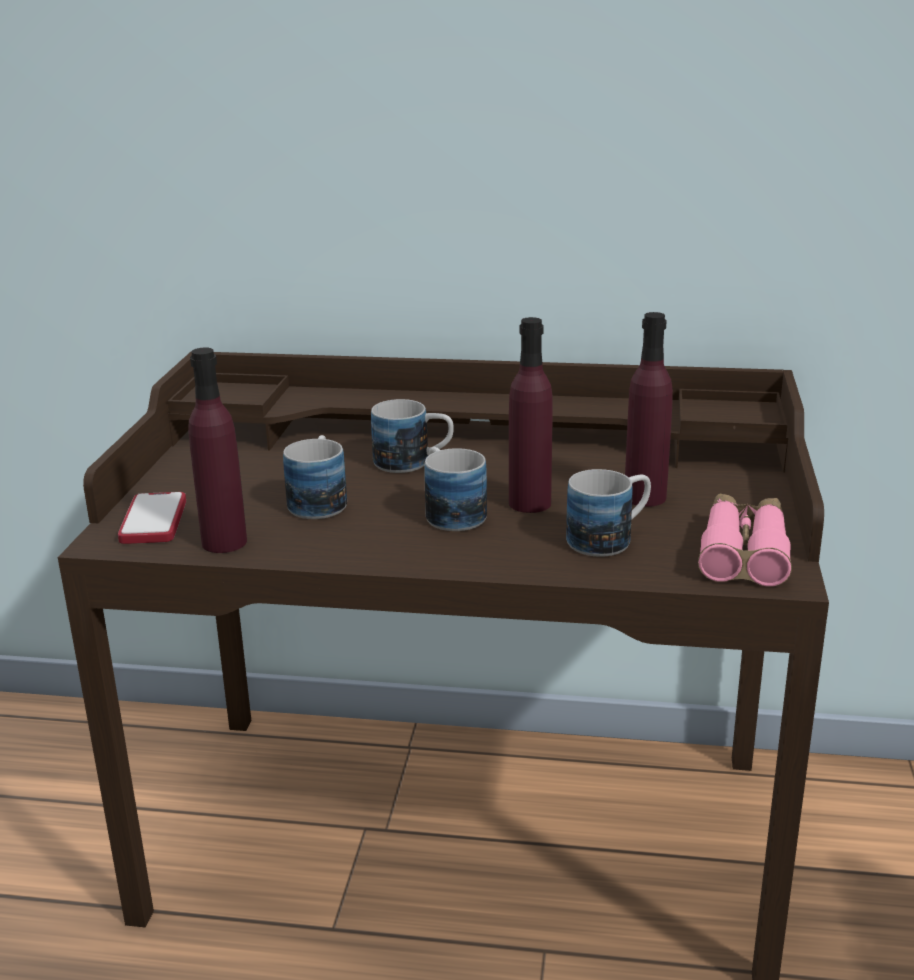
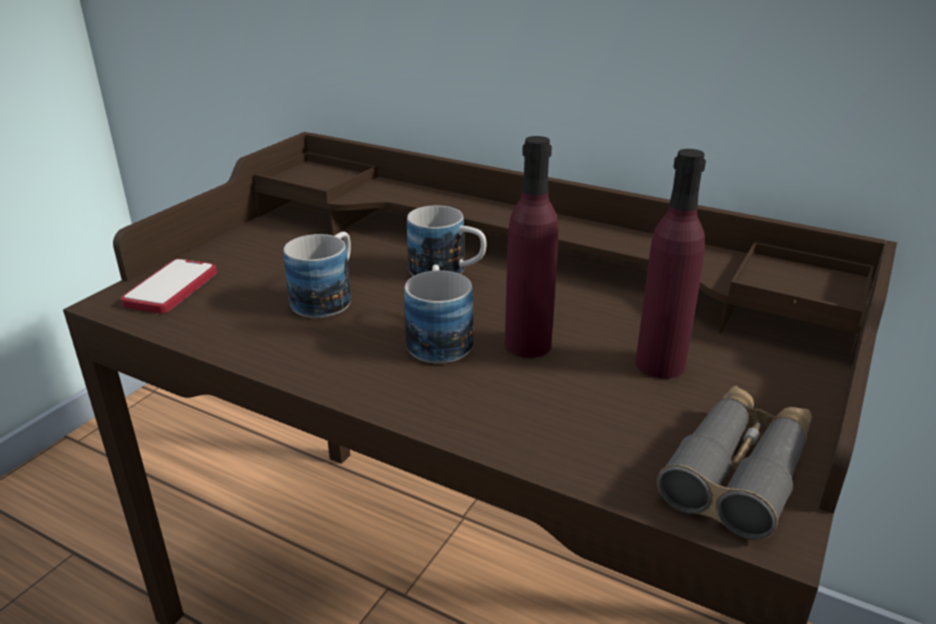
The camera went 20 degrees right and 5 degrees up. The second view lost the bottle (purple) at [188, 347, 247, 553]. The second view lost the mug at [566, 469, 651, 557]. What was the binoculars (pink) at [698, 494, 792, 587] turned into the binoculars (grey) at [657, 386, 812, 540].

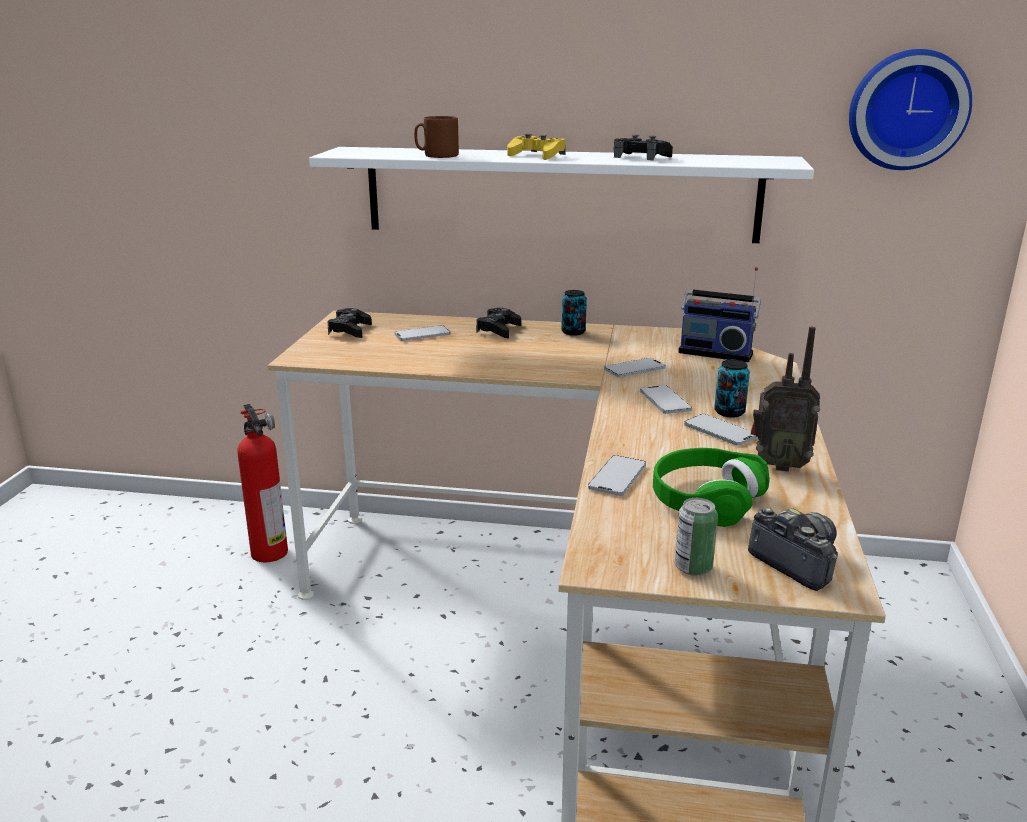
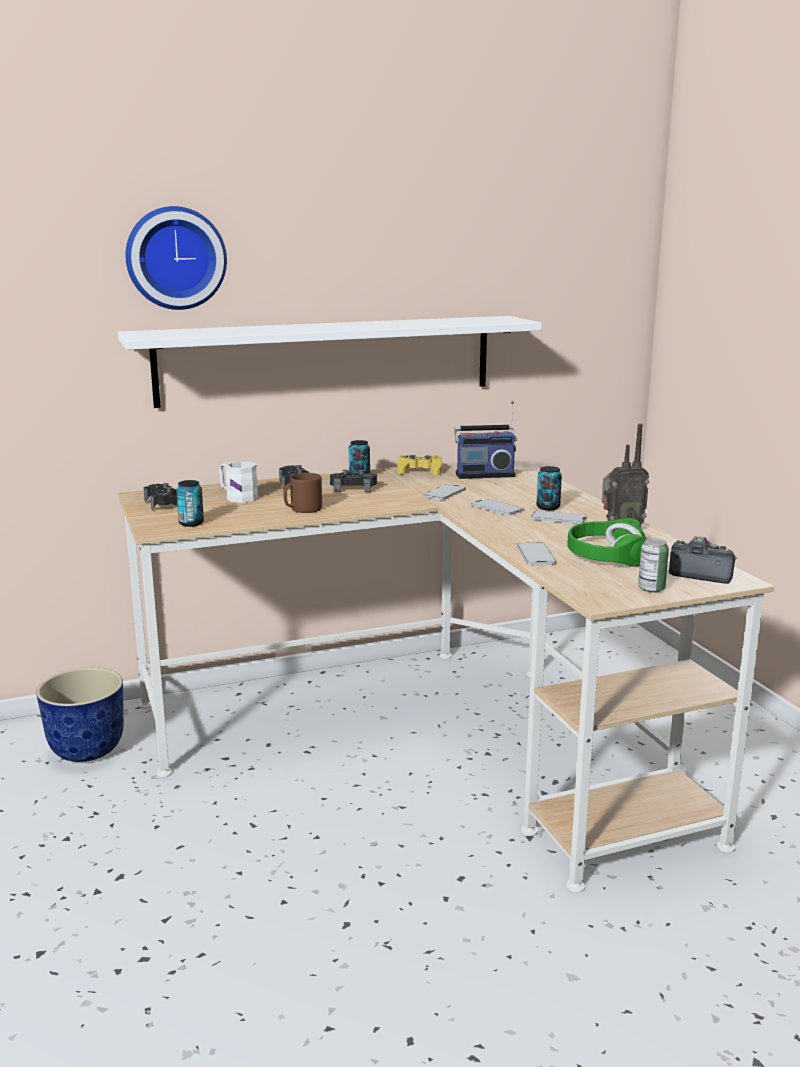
The camera went 30 degrees left and 5 degrees down. The second view gained the can at [176, 480, 204, 527]. The mug (brown) ended up elsewhere, having gone from [414, 116, 459, 158] to [283, 473, 322, 513]. The game controller (yellow) ended up elsewhere, having gone from [507, 134, 566, 160] to [397, 455, 442, 476]. The game controller (black) ended up elsewhere, having gone from [614, 134, 673, 161] to [330, 470, 377, 492]. The wall clock ended up elsewhere, having gone from [849, 49, 972, 170] to [125, 206, 227, 310]. Where the fire extinguisher stood at [237, 404, 288, 562], the planter came to stand at [36, 667, 124, 762]. Where the phone stood at [395, 325, 451, 341], the mug (white) came to stand at [219, 461, 258, 503].

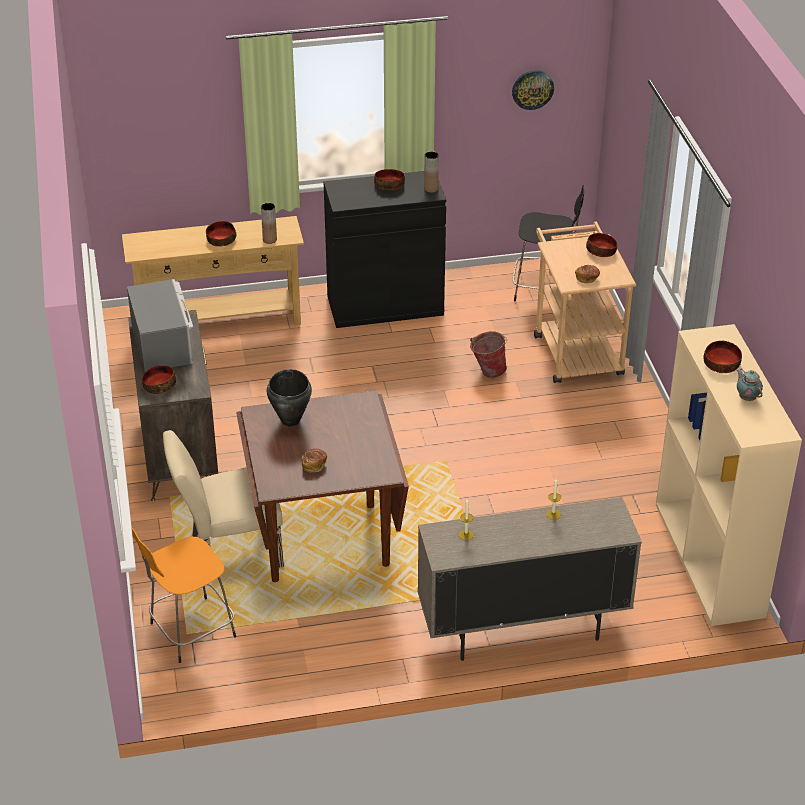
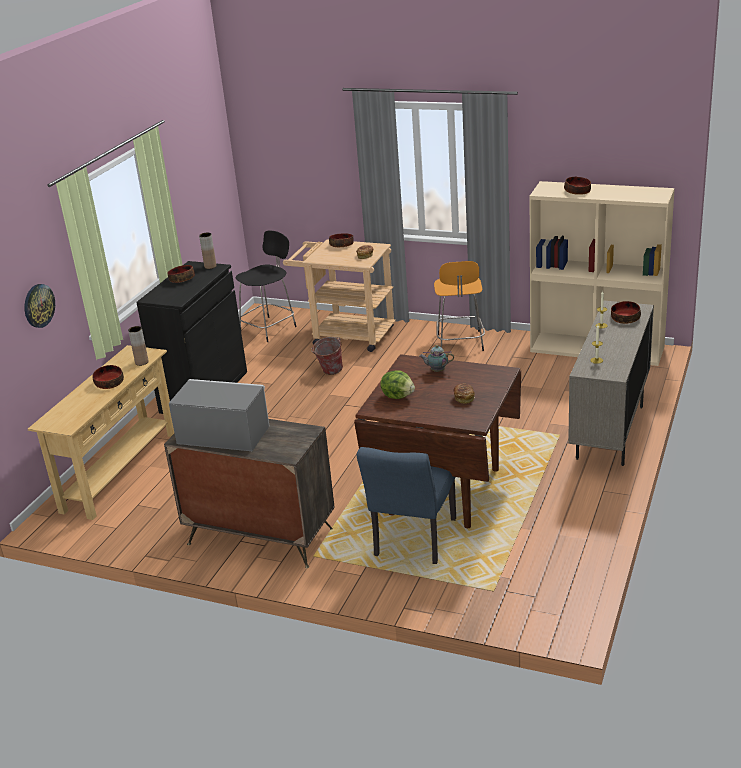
The camera went 55 degrees left and 10 degrees down. The stool (orange) ended up elsewhere, having gone from [131, 528, 236, 663] to [434, 261, 485, 351]. The bowl ended up elsewhere, having gone from [142, 365, 176, 394] to [611, 301, 641, 324]. The wall clock ended up elsewhere, having gone from [512, 70, 554, 110] to [24, 284, 55, 328]. The teapot ended up elsewhere, having gone from [737, 369, 763, 401] to [419, 345, 454, 372]. Where the cooking pot (black) stood at [267, 369, 312, 427], the lettuce came to stand at [380, 370, 415, 399]. What was the chair (beige) at [163, 430, 284, 567] turned into the chair (blue) at [357, 447, 456, 564].

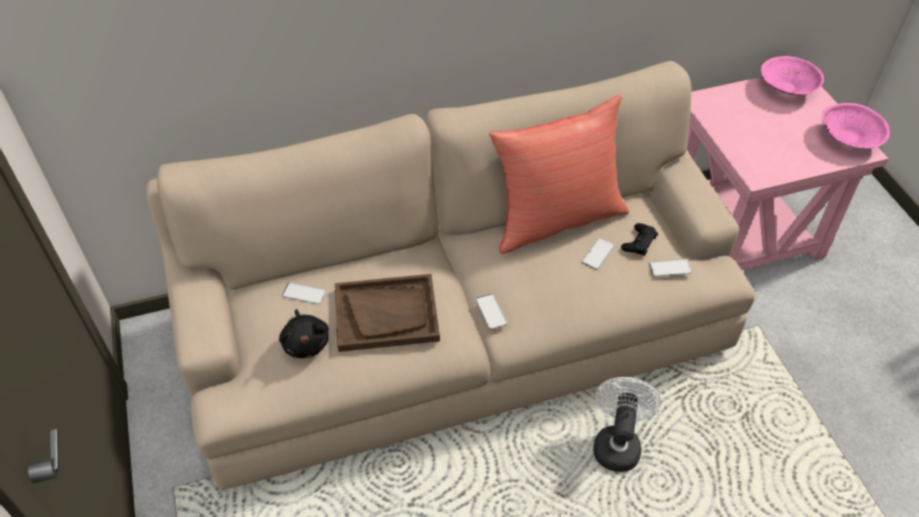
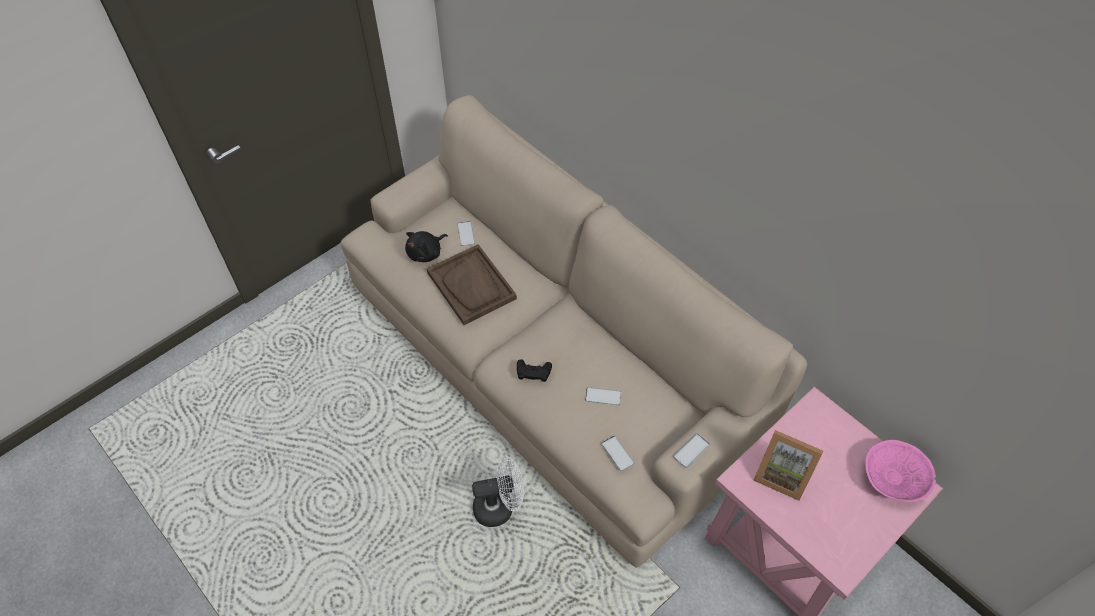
The camera went 65 degrees right and 5 degrees up. The second view lost the pillow (red) at [489, 95, 629, 254]. The second view lost the bowl (pink) at [822, 103, 890, 149]. The second view gained the picture frame at [754, 430, 823, 501]. The phone ended up elsewhere, having gone from [476, 294, 507, 329] to [674, 434, 710, 468]. The game controller (black) ended up elsewhere, having gone from [621, 223, 658, 256] to [517, 359, 552, 382].

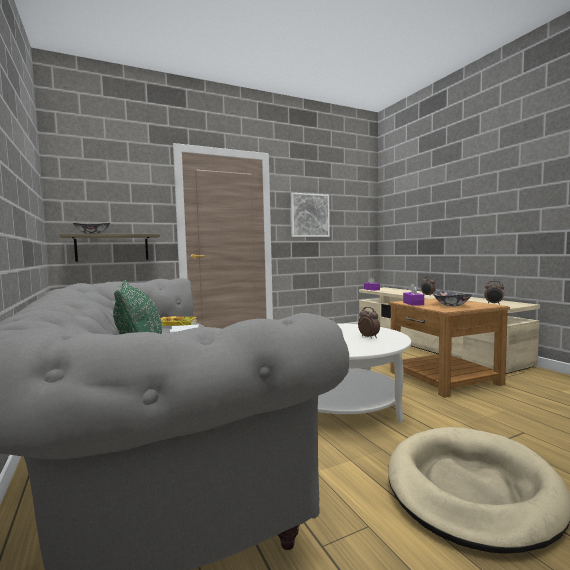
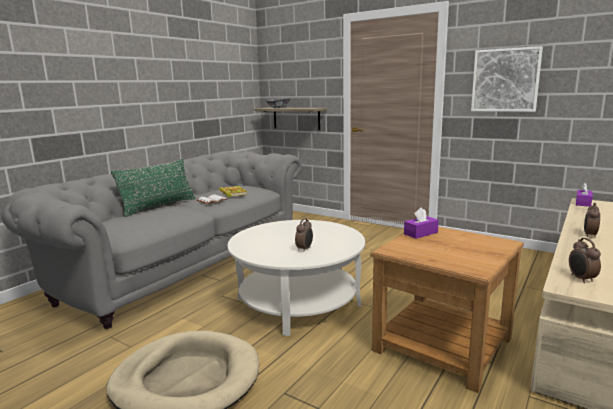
The camera went 60 degrees right and 10 degrees up. The second view lost the bowl at [433, 290, 472, 306].

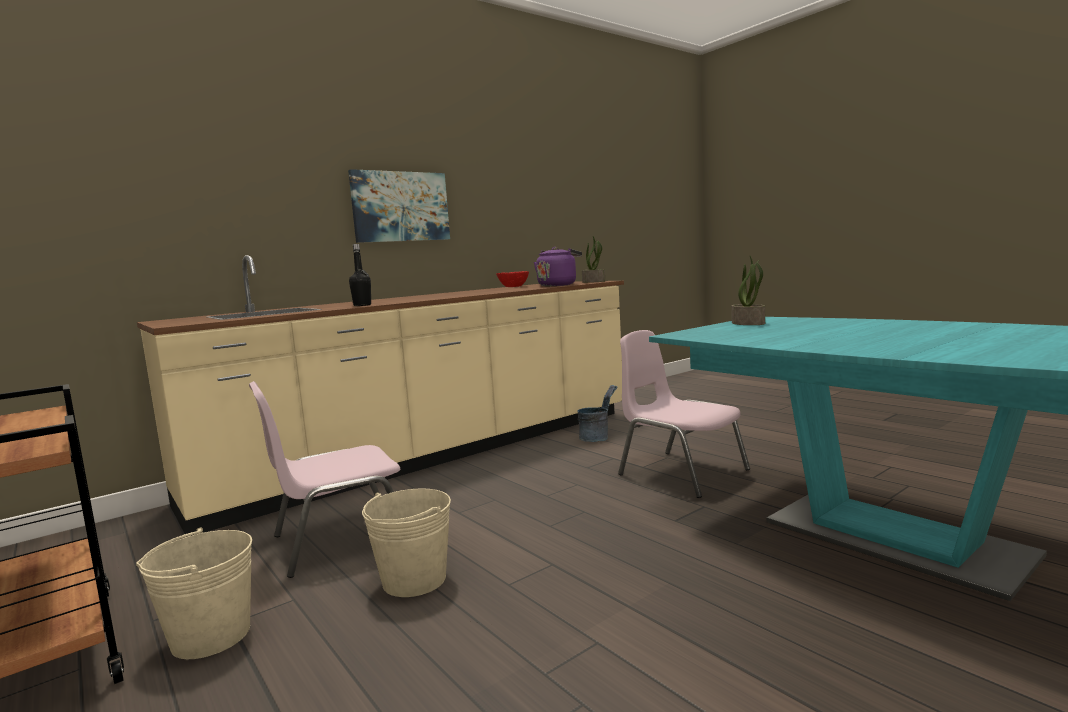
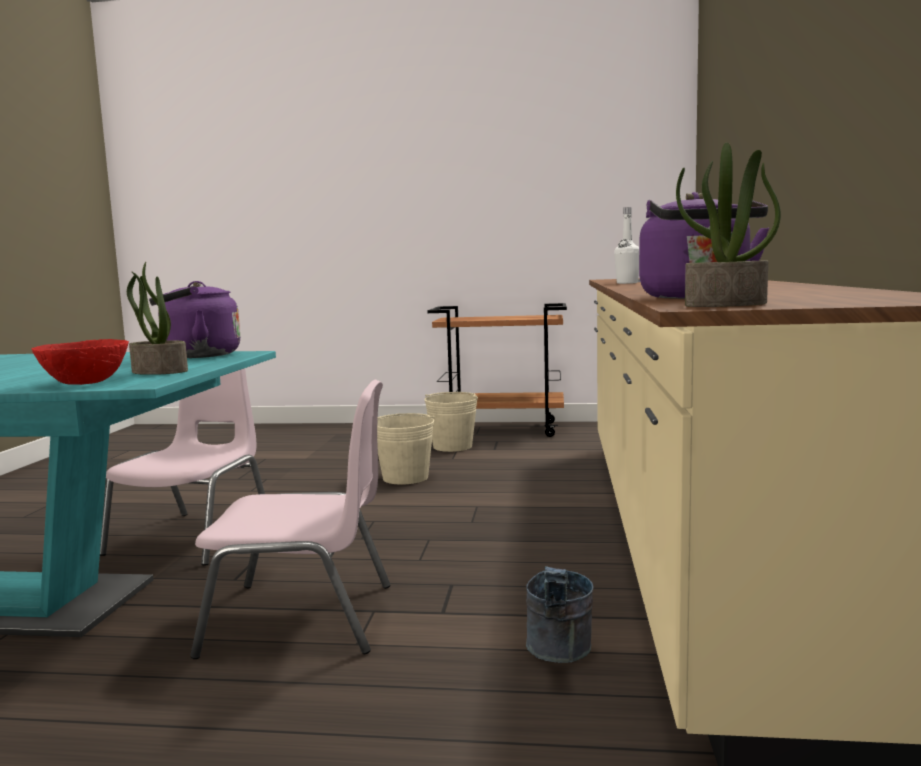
The camera went 135 degrees right and 0 degrees up. The second view lost the picture at [348, 169, 450, 243]. The second view gained the kettle (purple) at [149, 281, 240, 358]. The chair (pink) ended up elsewhere, having gone from [249, 381, 401, 578] to [100, 368, 265, 565]. The bowl (red) ended up elsewhere, having gone from [496, 271, 529, 287] to [32, 339, 129, 385]. What was the bottle (black) at [349, 244, 371, 306] turned into the bottle (white) at [614, 207, 639, 284].

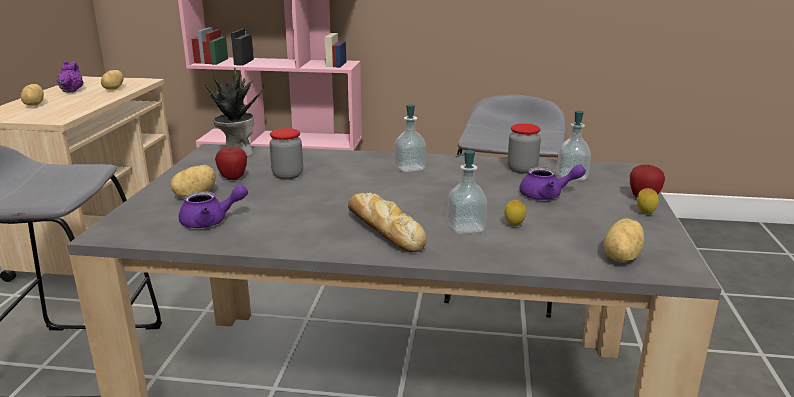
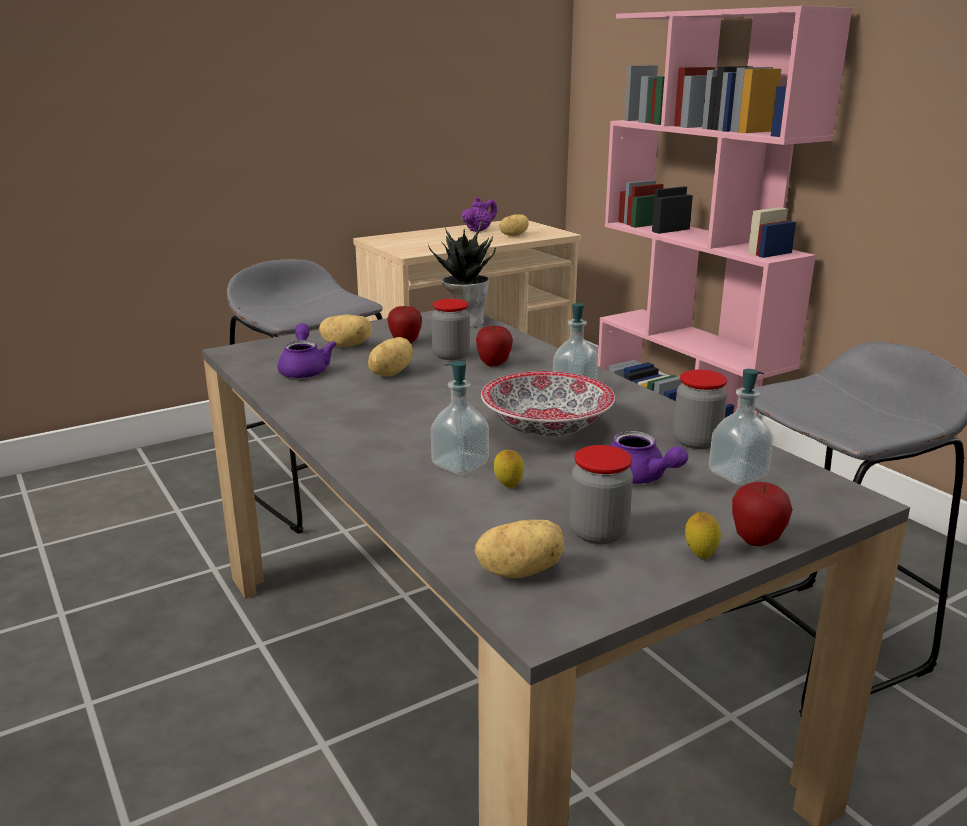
The camera went 50 degrees right and 0 degrees up. The second view lost the bread at [348, 193, 427, 252]. The second view gained the apple at [476, 325, 513, 366]. The second view gained the bowl at [481, 371, 615, 436]. The second view gained the jar at [570, 445, 633, 544]. The potato ended up elsewhere, having gone from [21, 84, 44, 106] to [368, 337, 413, 376]. The teapot (purple) at [179, 185, 248, 228] ended up facing another way, 135 degrees counterclockwise from before.

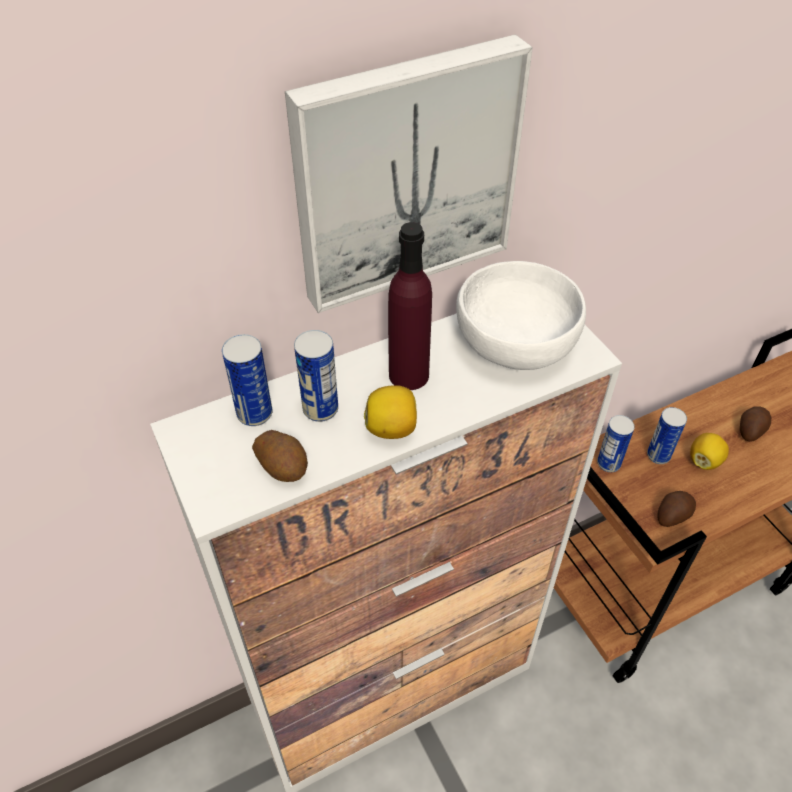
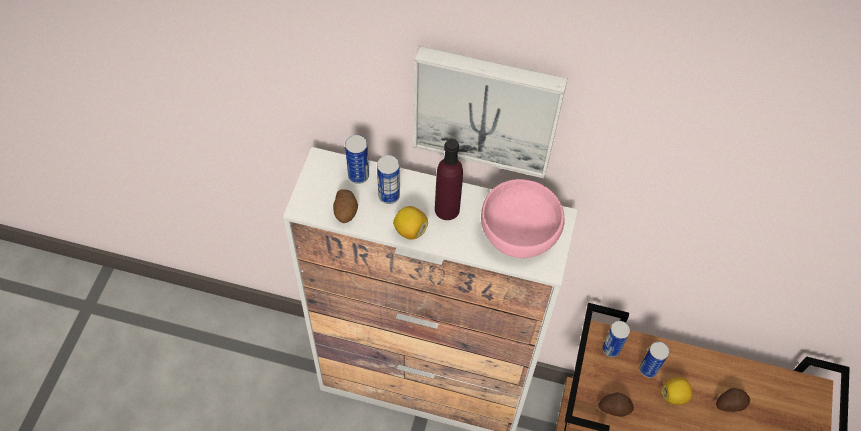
The camera went 40 degrees right and 10 degrees up. What was the bowl (white) at [456, 261, 586, 370] turned into the bowl (pink) at [481, 179, 564, 258].

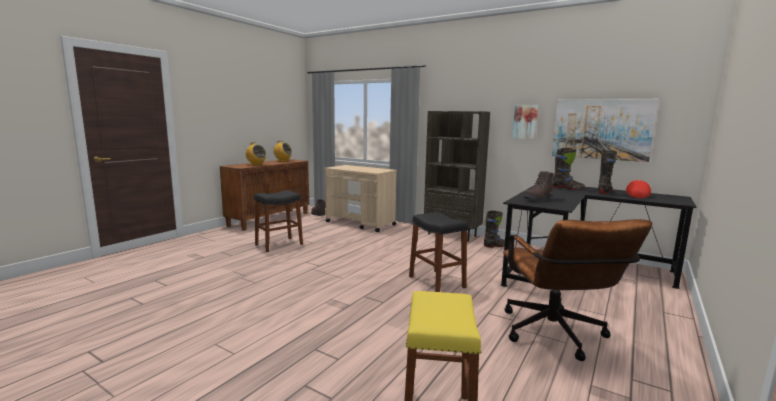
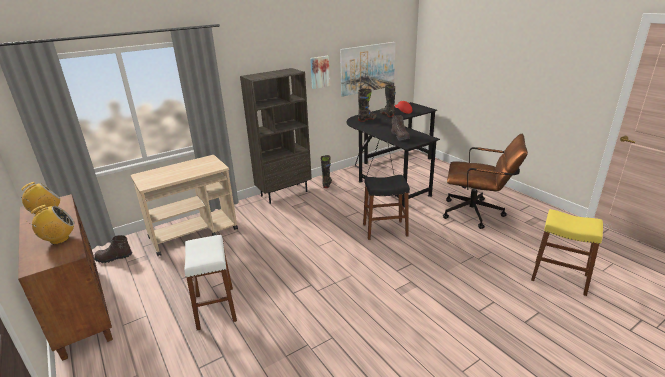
The camera went 65 degrees left and 15 degrees up. What was the stool (black) at [254, 190, 303, 252] turned into the stool (white) at [184, 235, 237, 331].

